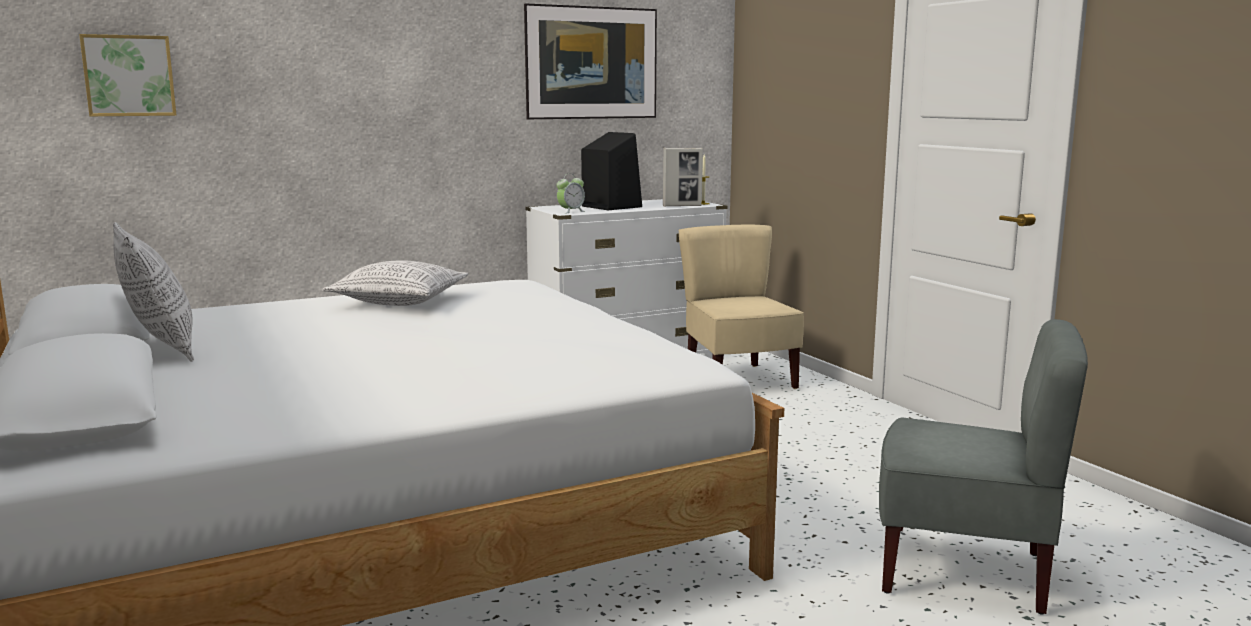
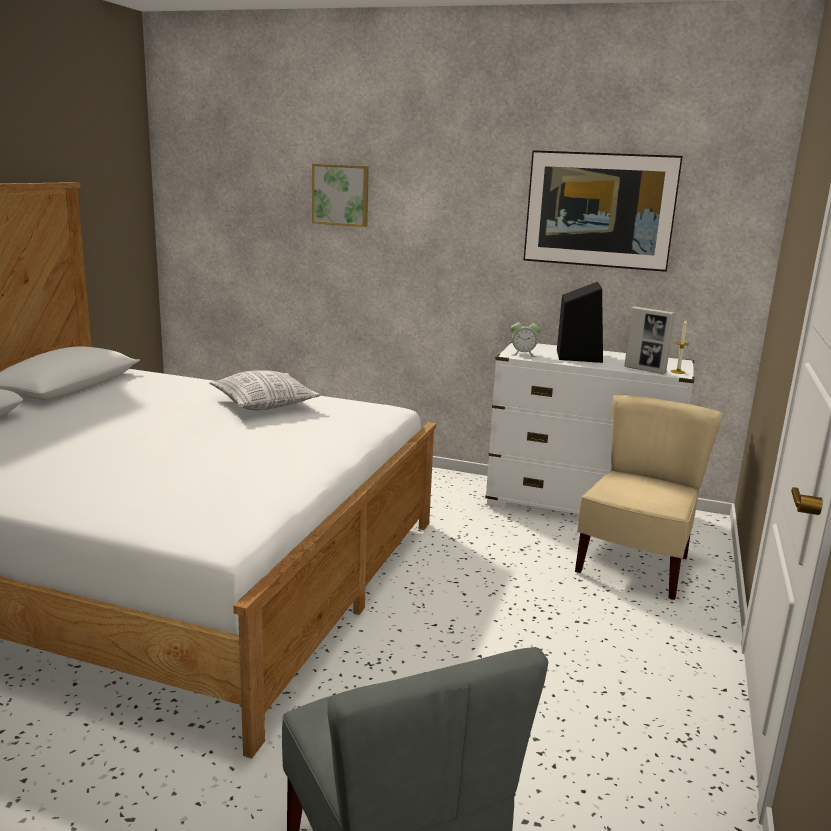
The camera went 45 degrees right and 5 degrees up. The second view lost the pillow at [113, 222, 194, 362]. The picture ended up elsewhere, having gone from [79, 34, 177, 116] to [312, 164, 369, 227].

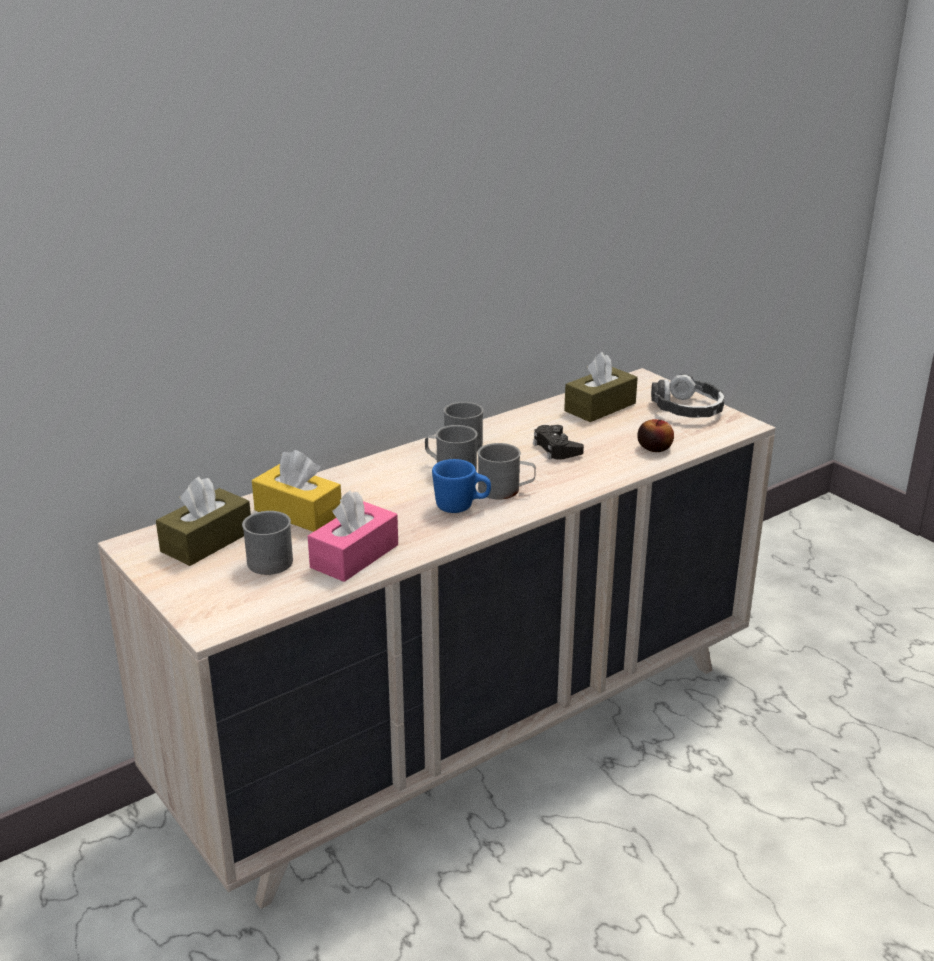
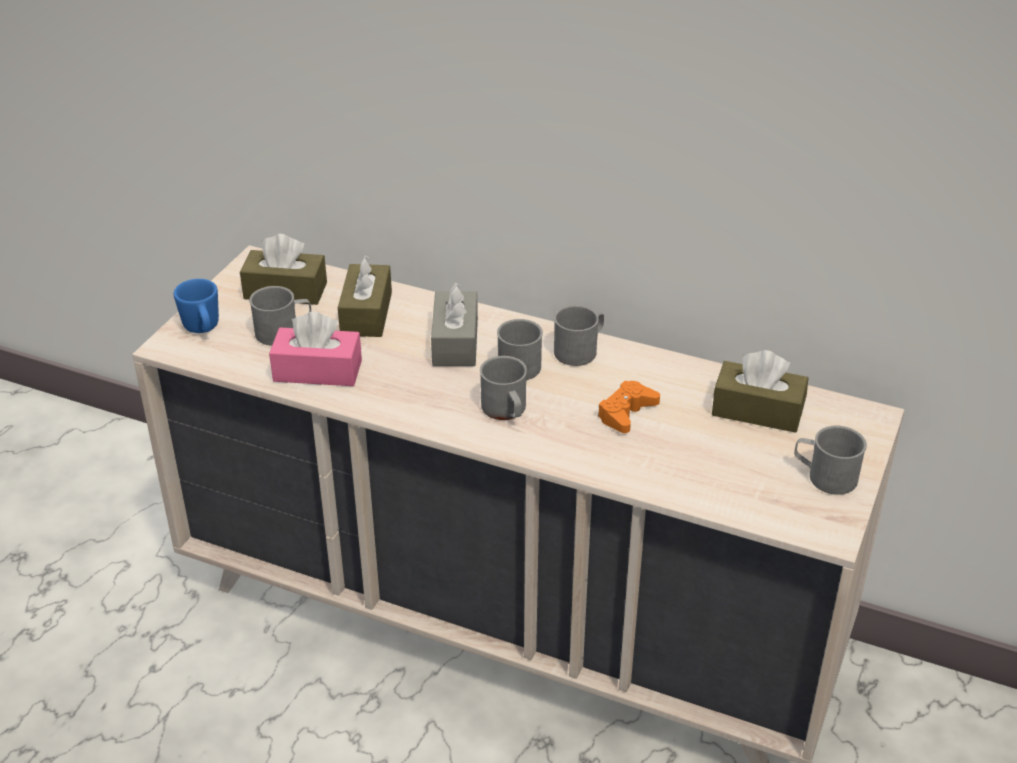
The camera went 60 degrees right and 10 degrees up. The second view lost the apple at [637, 419, 674, 452]. The second view gained the tissue box (grey) at [431, 282, 478, 366]. The mug (blue) ended up elsewhere, having gone from [432, 459, 491, 513] to [174, 279, 219, 333]. Where the headphones stood at [651, 374, 725, 418], the mug (grey) came to stand at [794, 426, 867, 495]. What was the tissue box (yellow) at [252, 450, 341, 532] turned into the tissue box (brown) at [338, 255, 392, 337]. What was the game controller (black) at [533, 425, 584, 460] turned into the game controller (orange) at [597, 381, 660, 433].

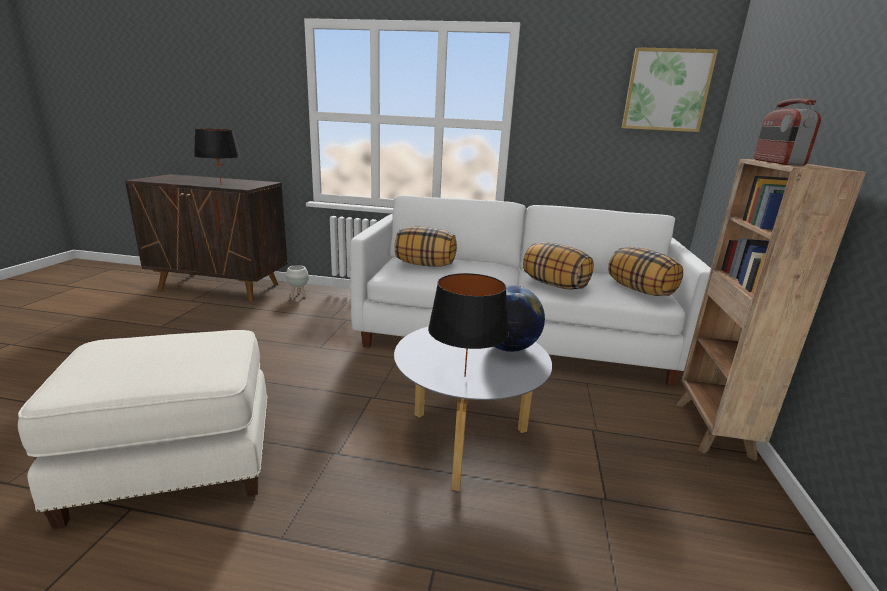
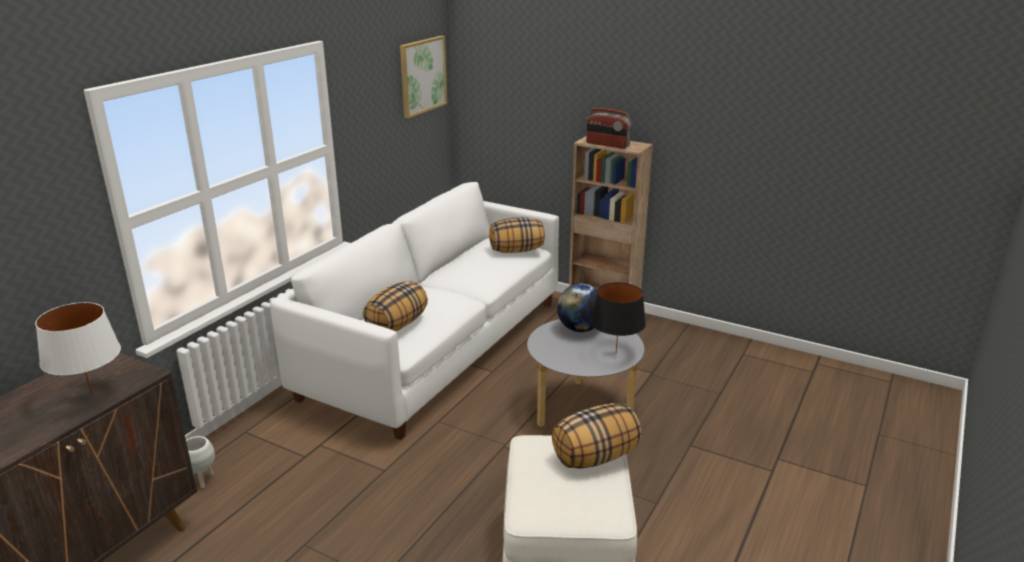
The camera went 70 degrees left and 5 degrees up. The pillow ended up elsewhere, having gone from [523, 242, 594, 290] to [552, 403, 642, 469]. What was the table lamp (black) at [194, 129, 240, 183] turned into the table lamp (white) at [35, 302, 121, 396].

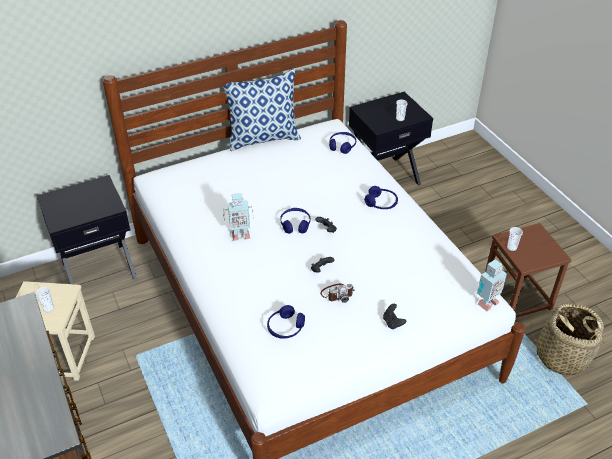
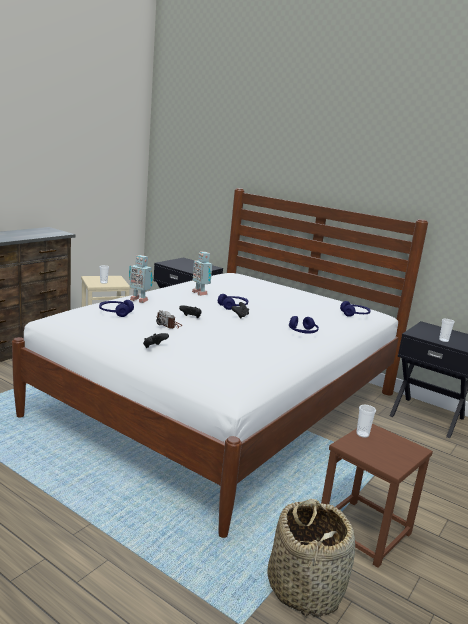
The camera went 60 degrees right and 25 degrees down. The second view lost the pillow at [223, 69, 301, 151]. The toy robot ended up elsewhere, having gone from [477, 259, 507, 311] to [129, 255, 153, 303].

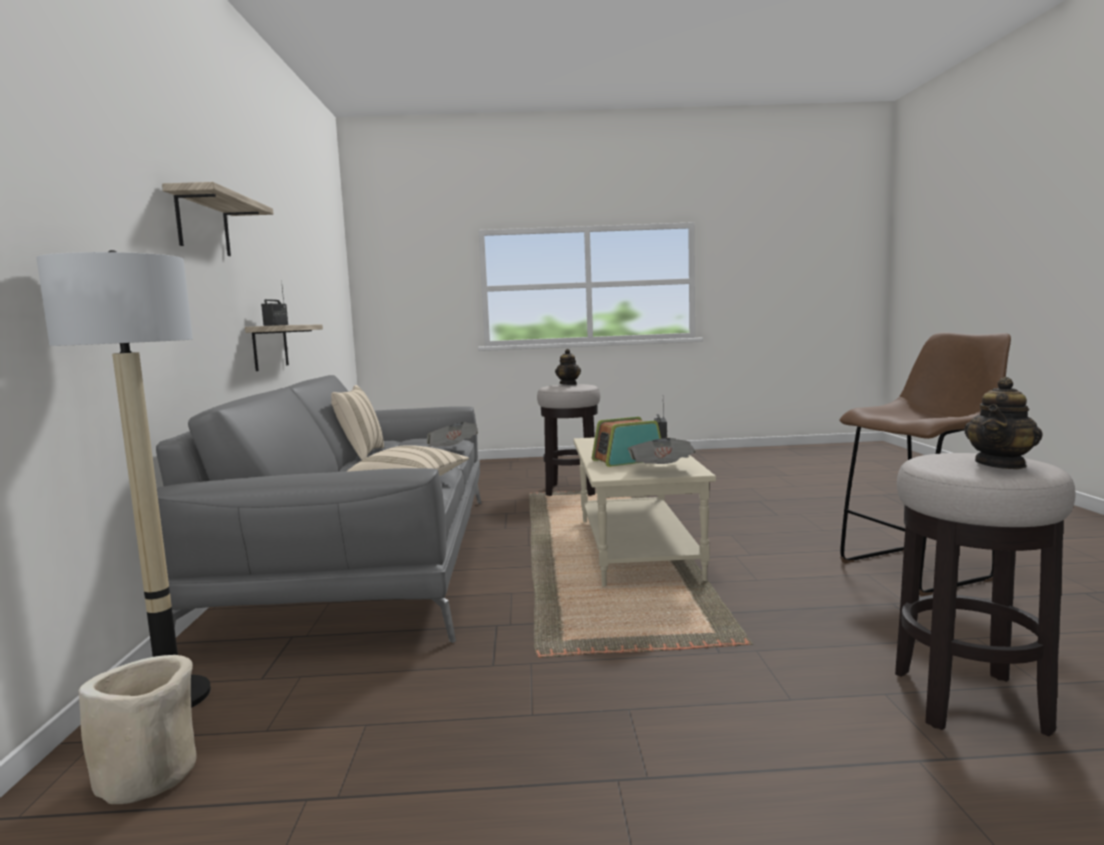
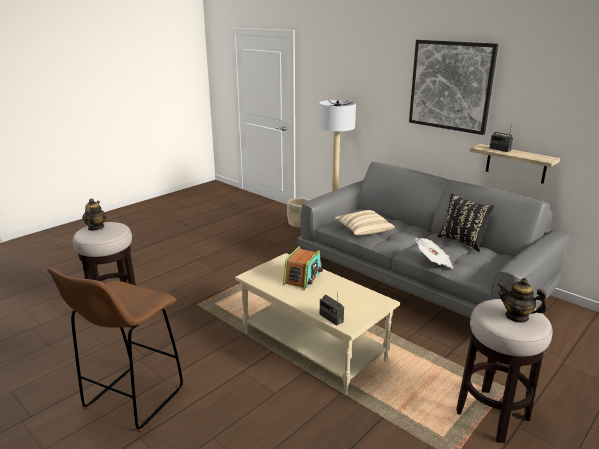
The camera went 135 degrees right and 15 degrees up. The second view lost the newspaper at [627, 438, 696, 464]. Where the shelf hung at [162, 182, 273, 256], the picture came to hang at [409, 40, 498, 135]. What was the pillow (beige) at [331, 385, 384, 460] turned into the pillow (black) at [438, 193, 494, 252].

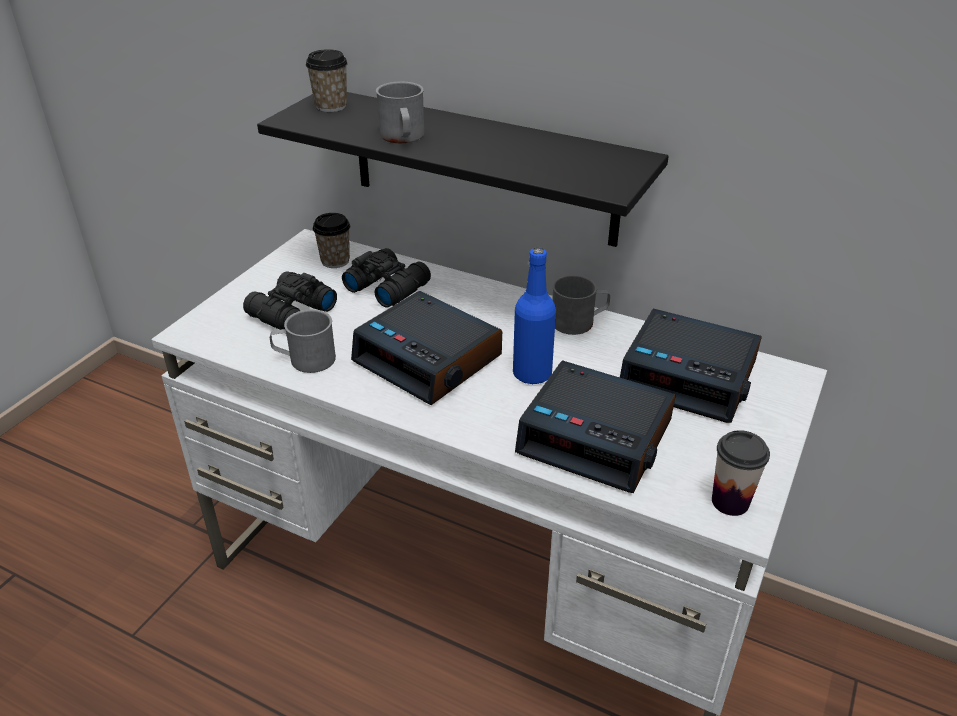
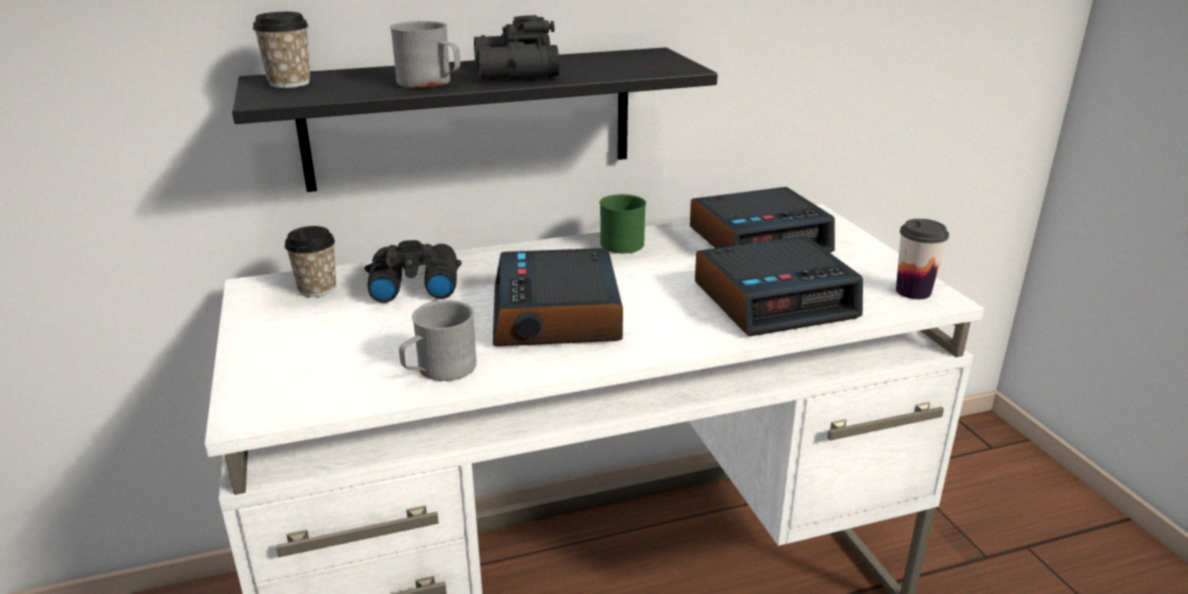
The camera went 45 degrees left and 10 degrees down. The second view lost the bottle (blue) at [513, 248, 556, 384]. The binoculars (black) ended up elsewhere, having gone from [243, 271, 337, 330] to [474, 15, 559, 81]. What was the mug (grey) at [552, 275, 610, 335] turned into the mug (green) at [600, 194, 646, 253]. The alarm clock at [351, 291, 502, 405] ended up facing another way, 90 degrees clockwise from before.

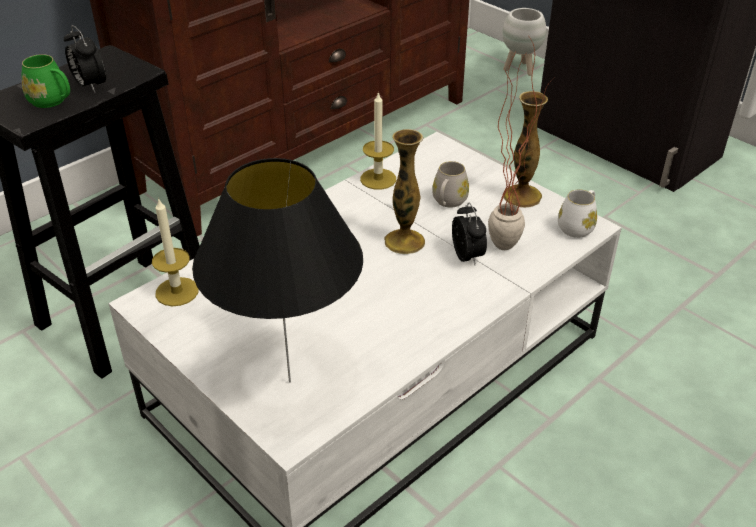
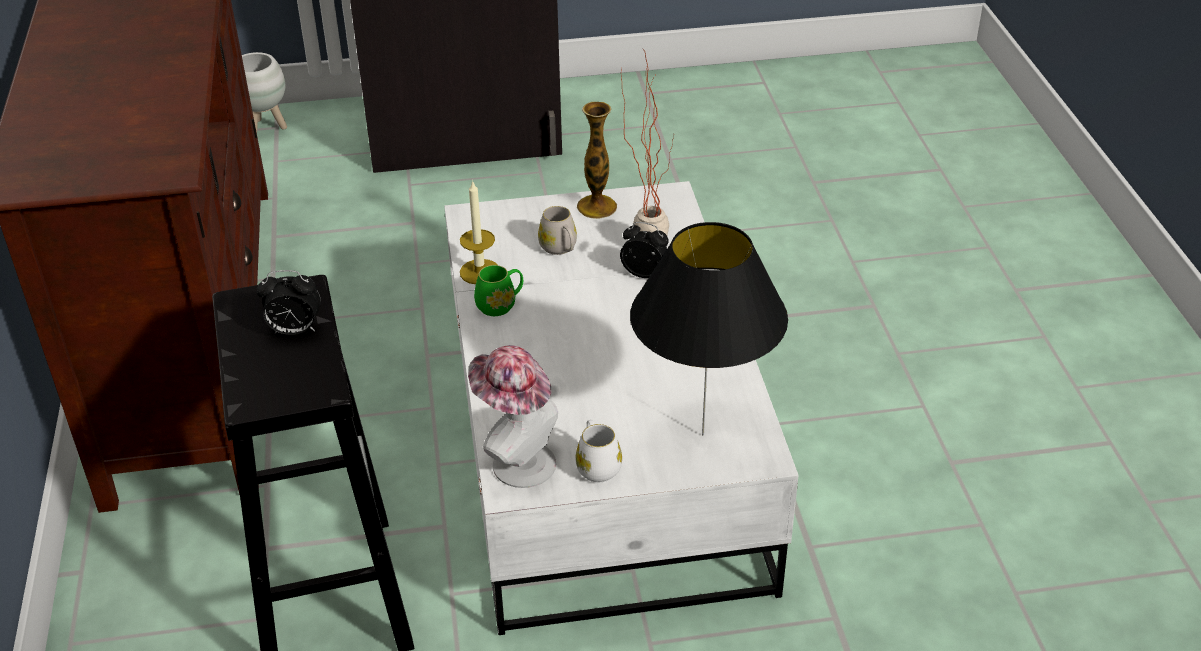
The camera went 55 degrees left and 0 degrees up. The second view lost the vase at [384, 129, 425, 254]. The mug (green) ended up elsewhere, having gone from [22, 54, 70, 108] to [474, 265, 523, 316]. The mug (white) ended up elsewhere, having gone from [558, 189, 597, 238] to [575, 420, 622, 482]. Where the candle stood at [152, 197, 198, 306], the hat came to stand at [468, 345, 558, 488].

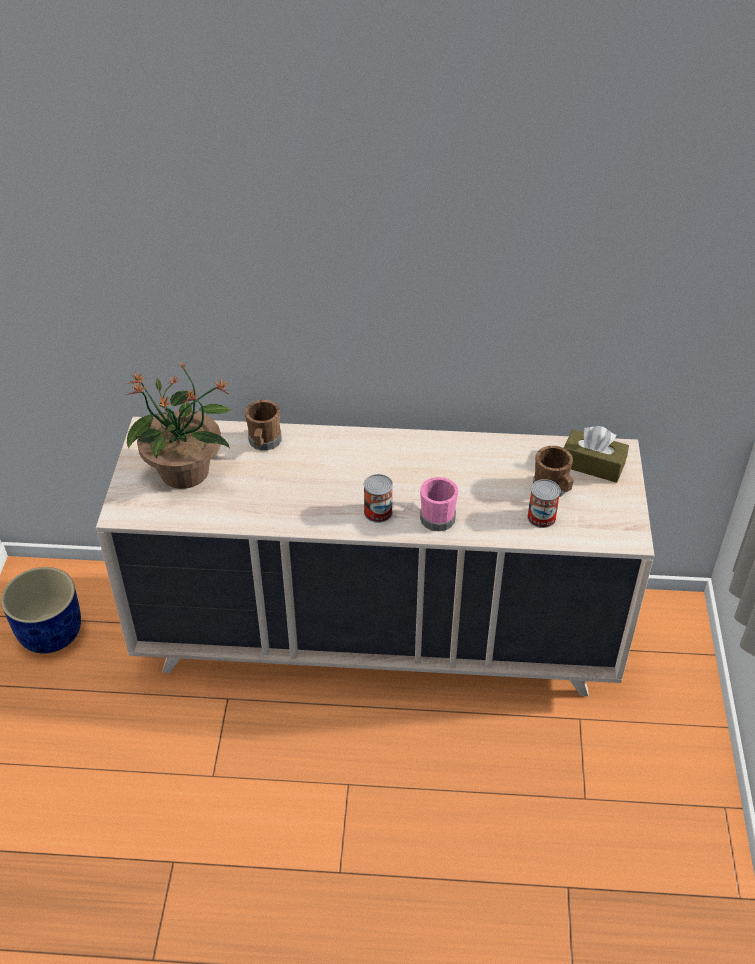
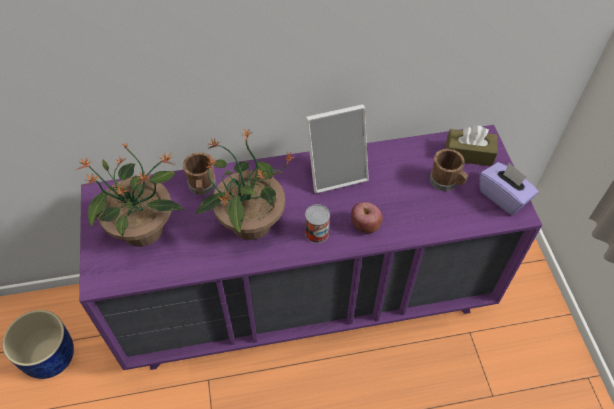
The camera went 15 degrees left and 10 degrees up. The second view lost the can at [527, 479, 561, 528]. The second view gained the potted plant at [194, 127, 296, 240]. The second view gained the picture frame at [306, 104, 369, 194]. The second view gained the tissue box (purple) at [479, 162, 539, 215]. Where the mug (pink) stood at [420, 477, 458, 531], the apple came to stand at [351, 202, 383, 233]. What was the dresser (beige) at [96, 417, 654, 696] turned into the dresser (purple) at [79, 125, 542, 370].

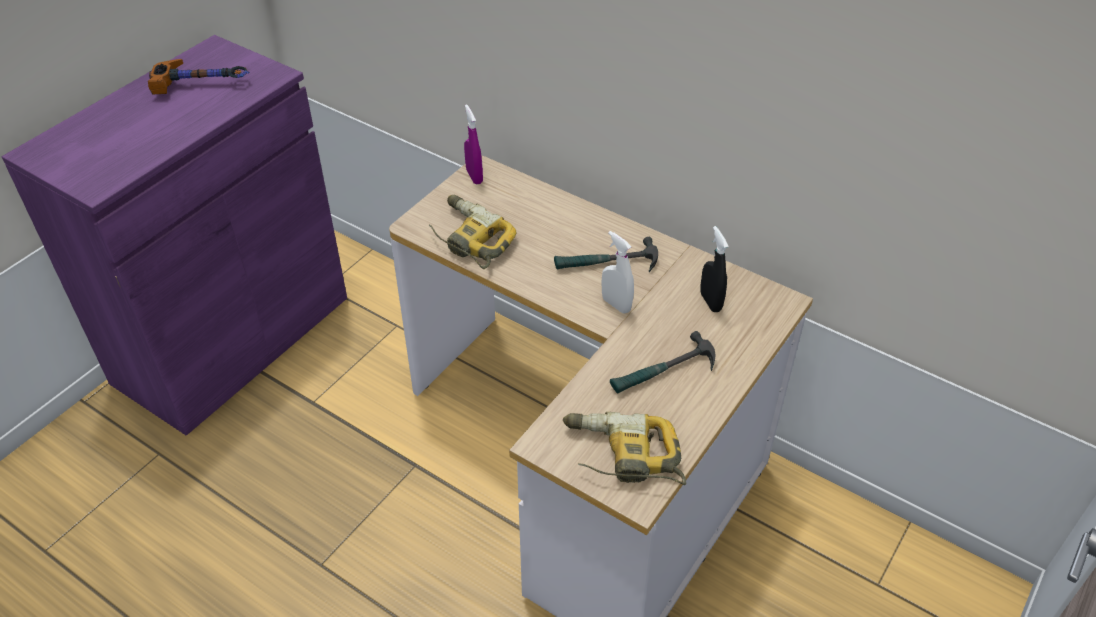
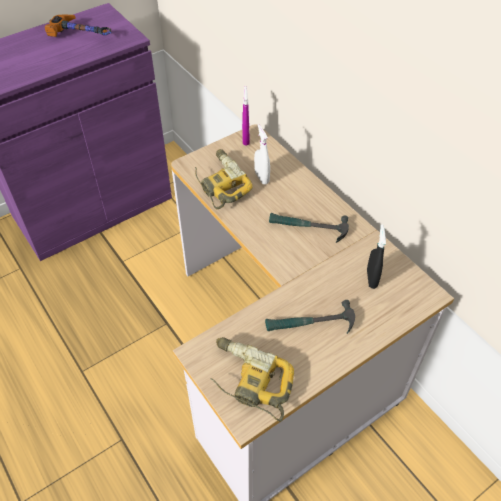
The camera went 20 degrees right and 5 degrees up. The spray bottle (white) ended up elsewhere, having gone from [602, 231, 634, 313] to [254, 125, 270, 185].

